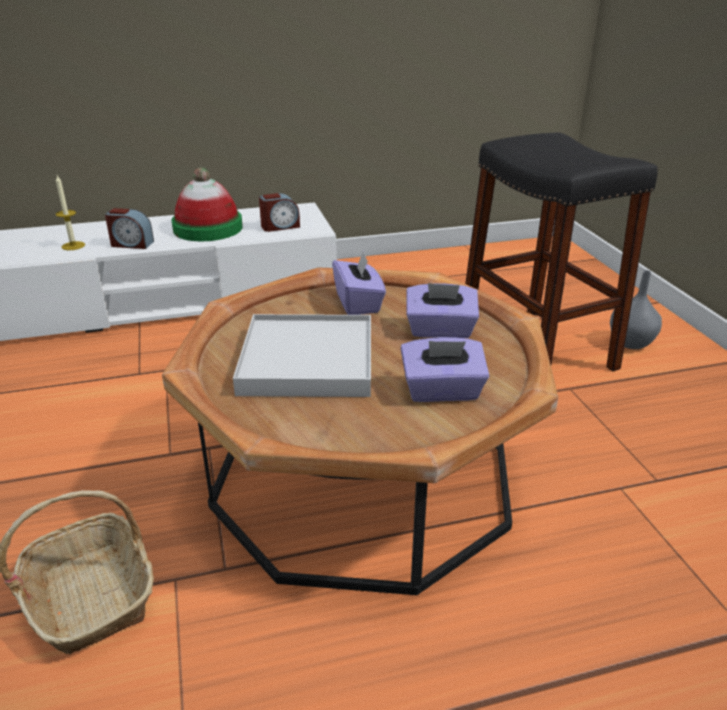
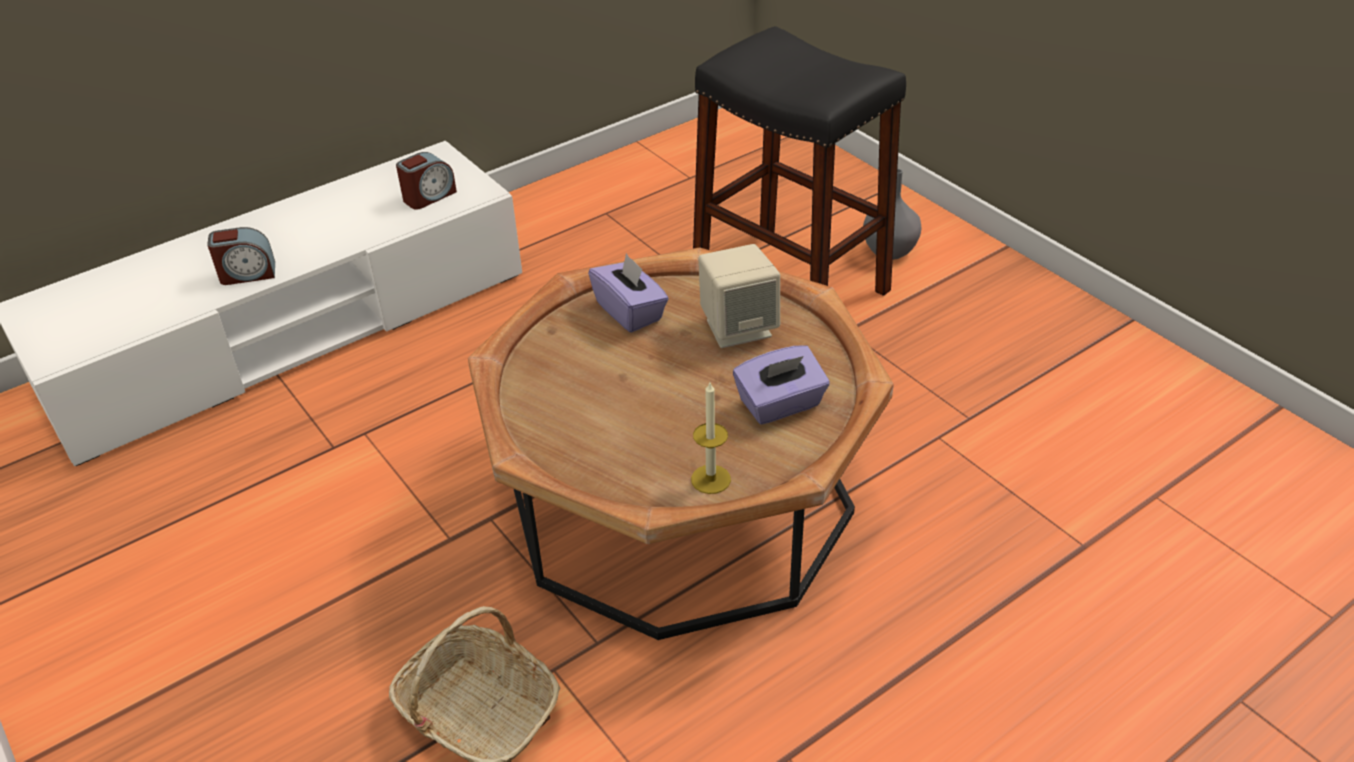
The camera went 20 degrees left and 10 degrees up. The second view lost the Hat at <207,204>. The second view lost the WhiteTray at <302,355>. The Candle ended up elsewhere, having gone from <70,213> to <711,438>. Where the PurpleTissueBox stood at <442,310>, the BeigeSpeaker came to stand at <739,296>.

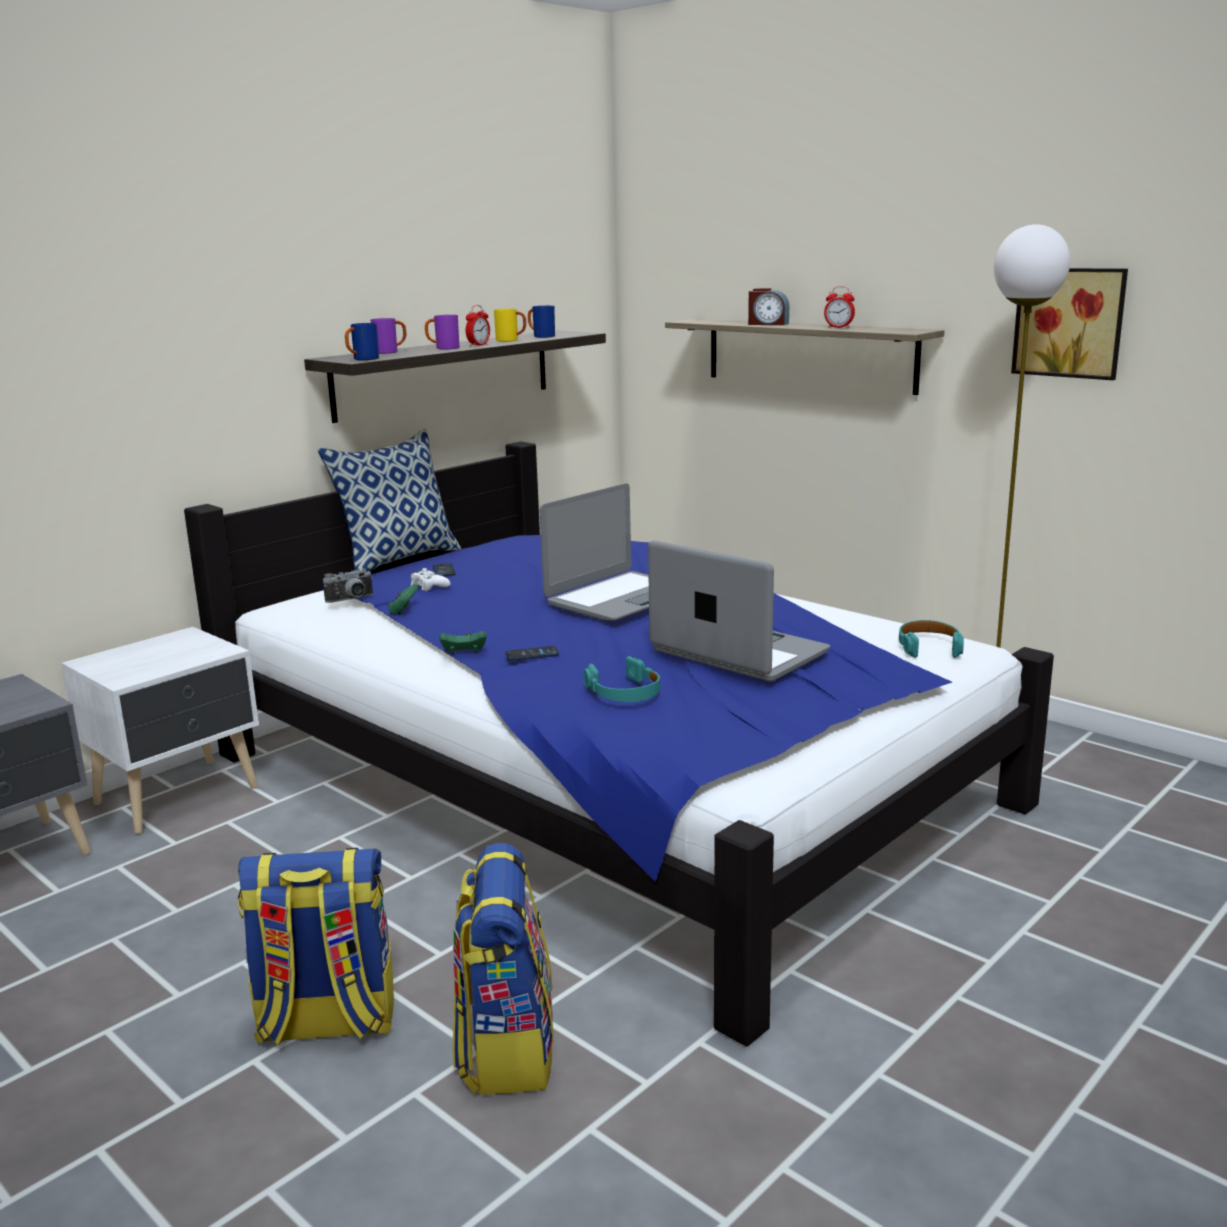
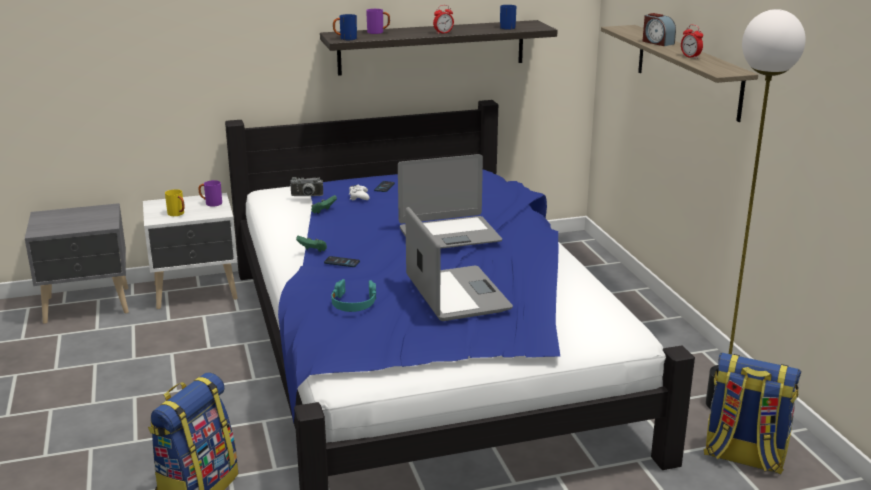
The camera went 30 degrees right and 5 degrees up. The second view lost the Pillow at <389,500>. The second view lost the TurquoiseHeadphones at <931,639>. The second view lost the Picture at <1069,324>. The Backpack ended up elsewhere, having gone from <316,946> to <752,413>. The PurpleMug ended up elsewhere, having gone from <442,332> to <210,193>. The YellowMug ended up elsewhere, having gone from <510,325> to <175,202>.

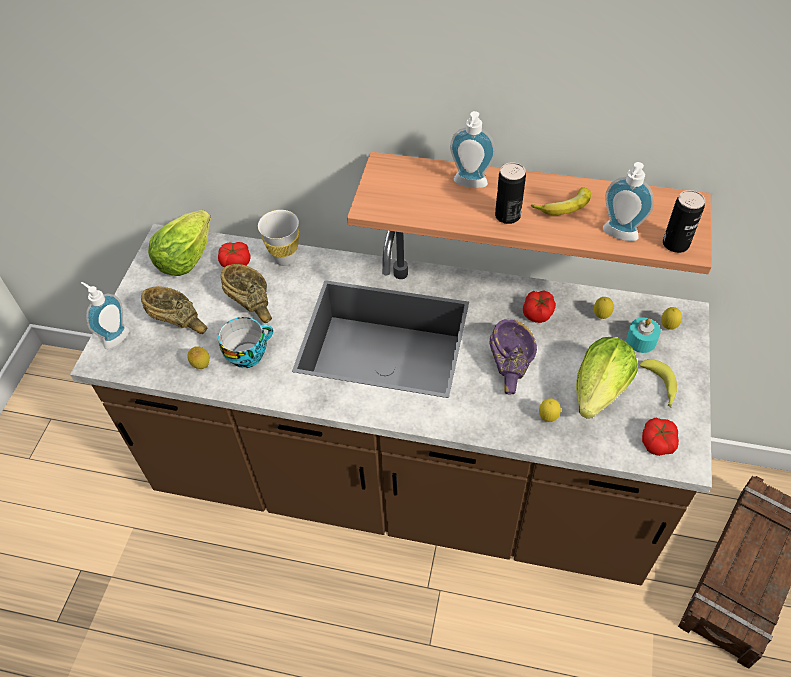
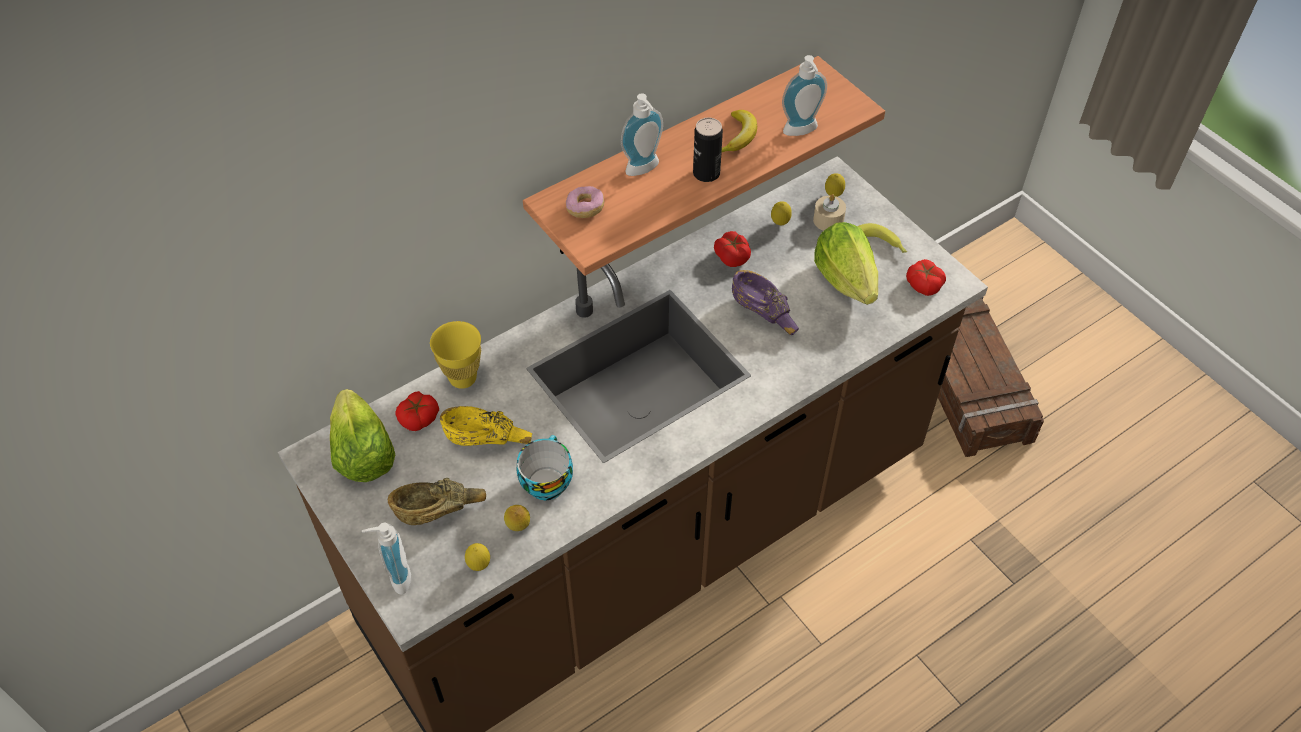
The camera went 50 degrees left and 0 degrees up. The second view lost the Can at <684,221>. The second view gained the Donut at <585,202>. The Lemon ended up elsewhere, having gone from <550,410> to <477,557>. What was the BrownBowl at <246,293> turned into the YellowBowl at <486,426>. What was the WhiteCup at <278,238> turned into the YellowCup at <455,355>. What was the TurquoiseCandle at <643,335> turned into the BeigeCandle at <829,212>.

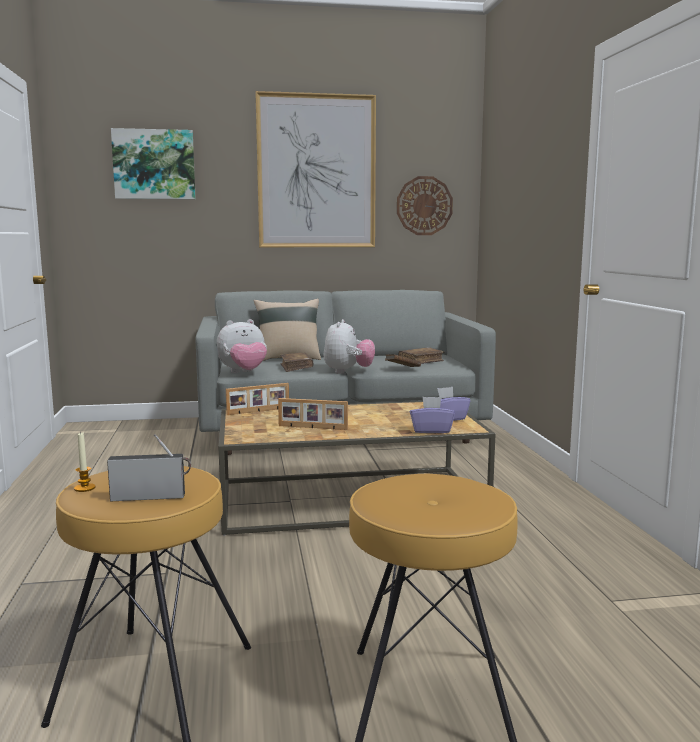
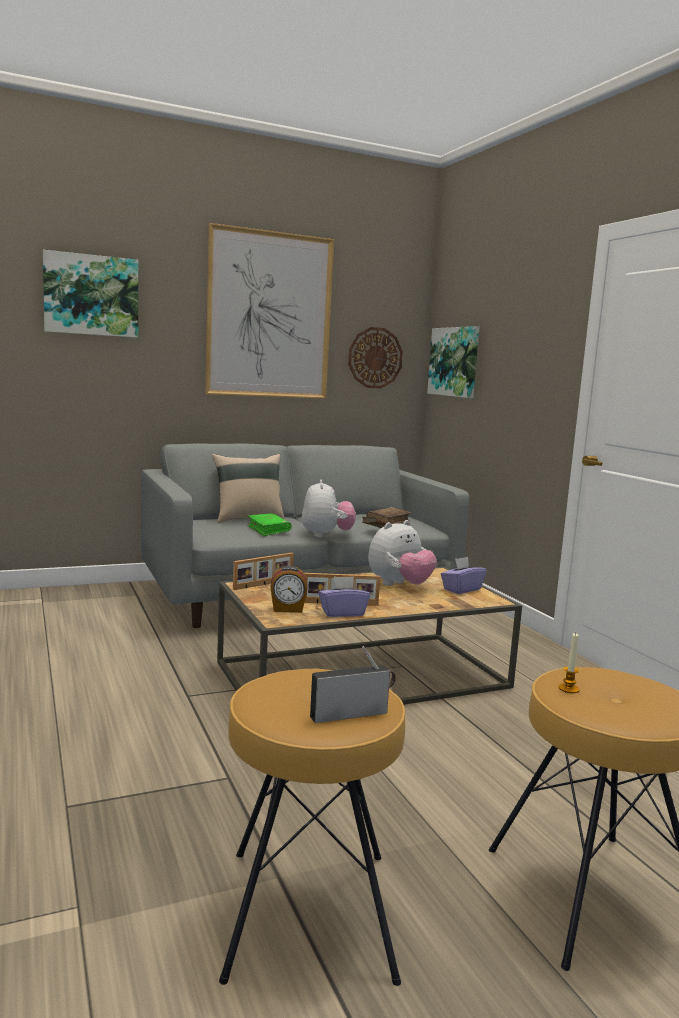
The camera went 15 degrees left and 0 degrees up. The second view gained the AlarmClock at <289,589>. The second view gained the Picture at <453,362>. The Candle ended up elsewhere, having gone from <84,461> to <569,663>. The PlushToy ended up elsewhere, having gone from <242,346> to <402,553>. The PurpleTissueBox ended up elsewhere, having gone from <432,415> to <344,596>. What was the BrownBook at <296,362> turned into the GreenBook at <269,524>.

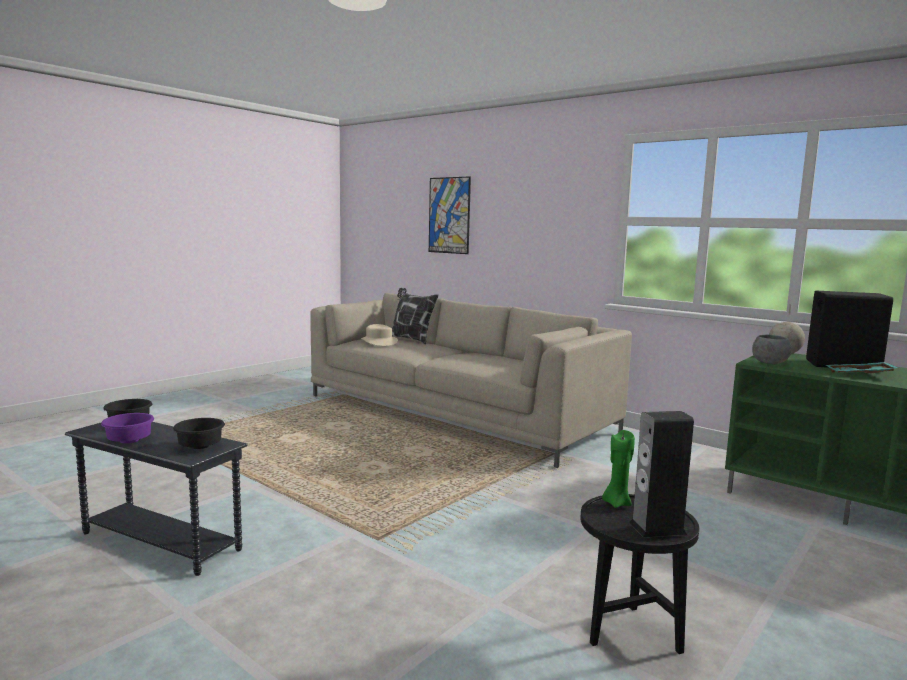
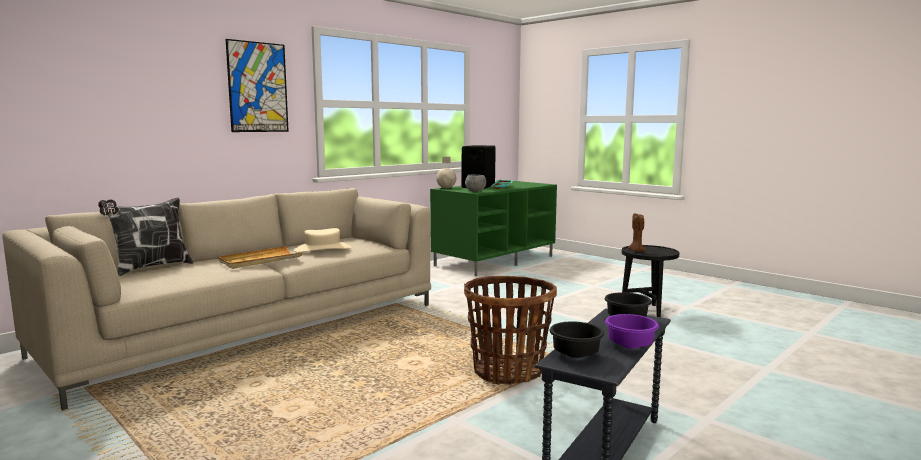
The camera went 85 degrees left and 0 degrees up. The second view lost the Speaker at <661,474>. The second view gained the BeigeTray at <260,257>. The second view gained the Basket at <510,330>. The BeigeHat ended up elsewhere, having gone from <379,335> to <322,240>. The Picture ended up elsewhere, having gone from <450,215> to <257,85>. What was the GreenCandle at <618,469> turned into the BrownCandle at <637,232>.

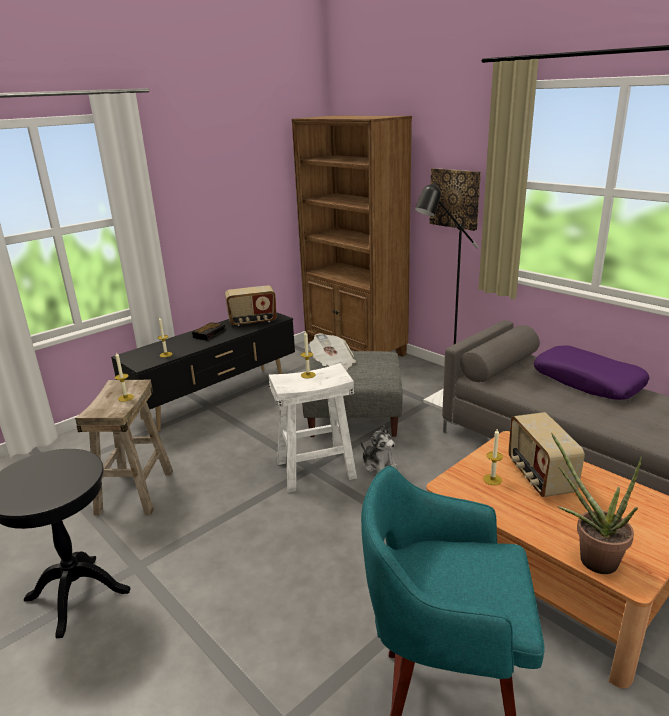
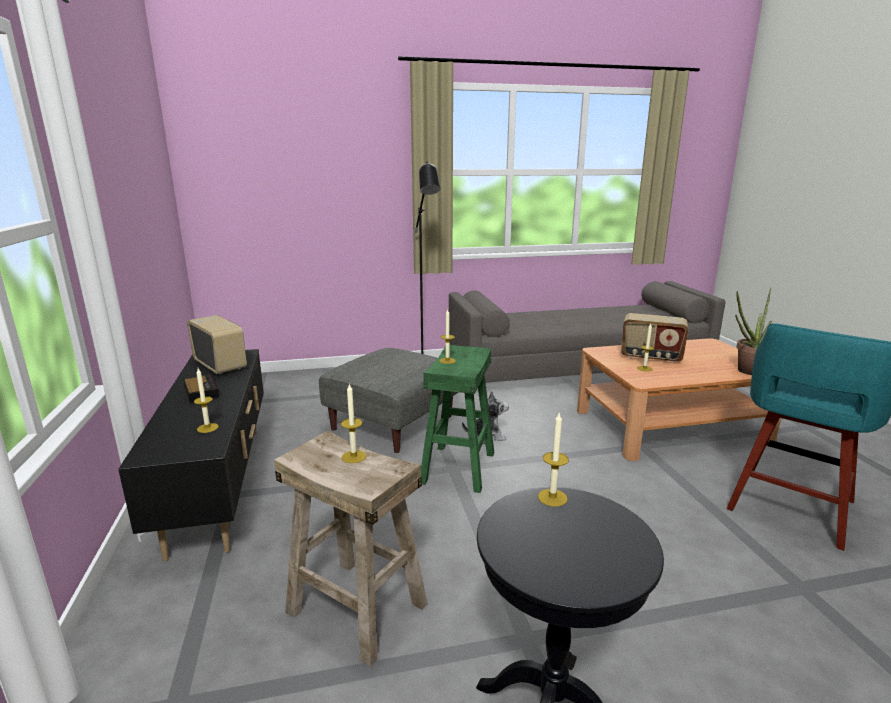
The camera went 60 degrees left and 5 degrees down. The second view lost the BrownBookcase at <352,236>. The second view lost the Newspaper at <332,352>. The second view lost the Picture at <455,199>. The second view lost the PurplePillow at <591,373>. The second view gained the Candle at <553,460>. What was the WhiteStool at <313,428> turned into the GreenStool at <458,419>. The Radio at <251,305> ended up facing another way, 60 degrees counterclockwise from before.

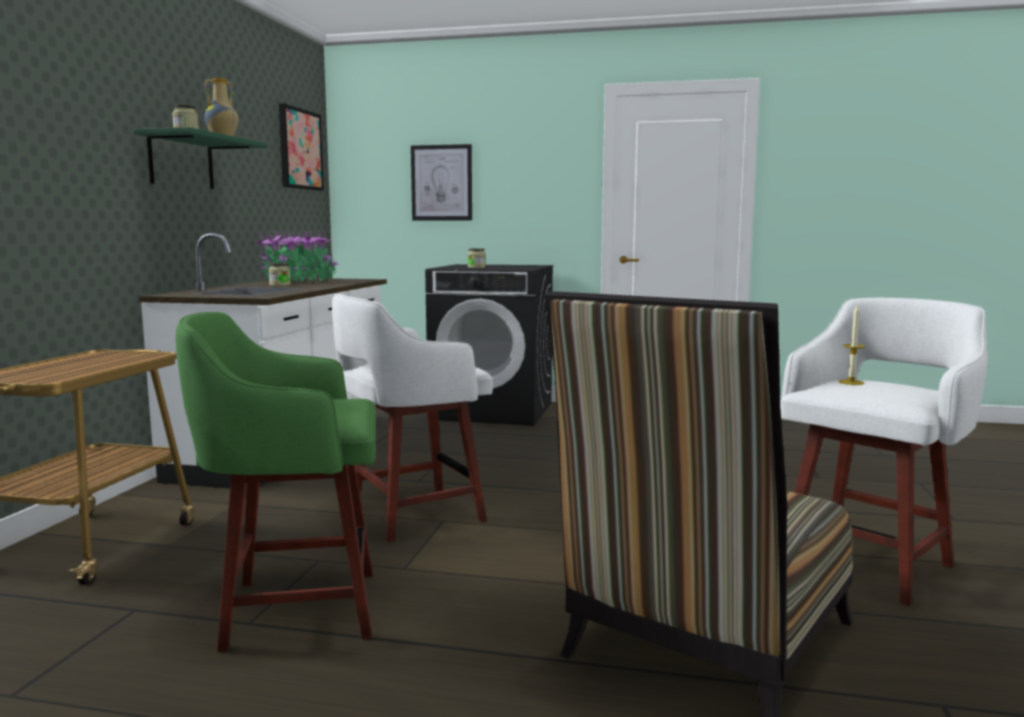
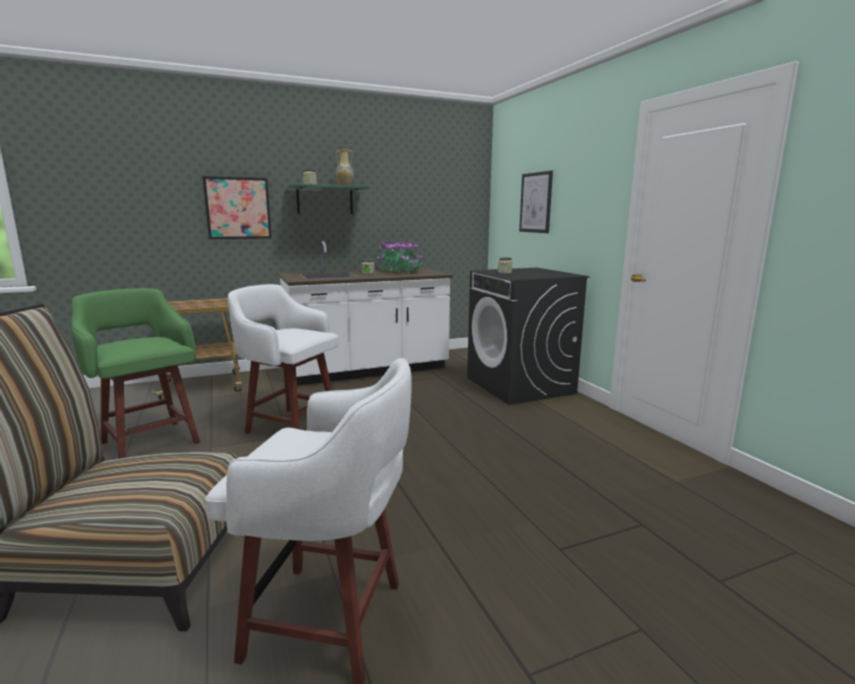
The camera went 55 degrees right and 5 degrees up. The second view lost the Candle at <851,345>. The Picture ended up elsewhere, having gone from <301,147> to <237,207>.

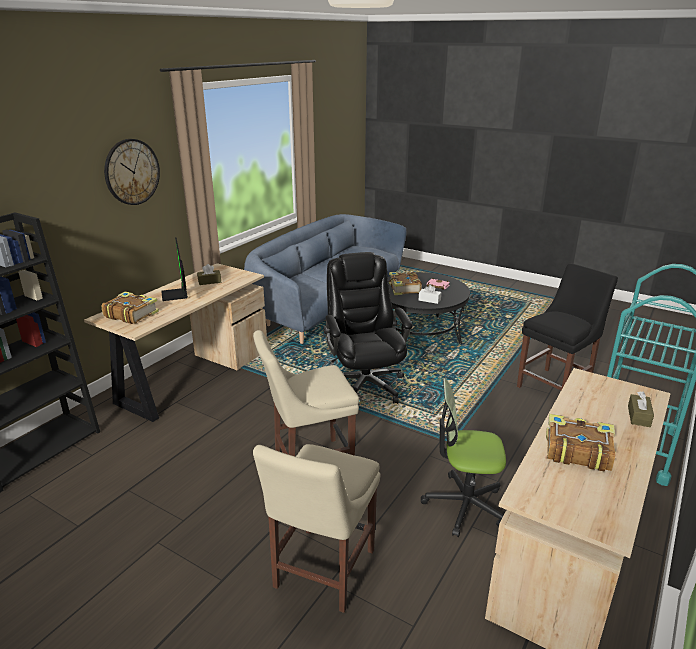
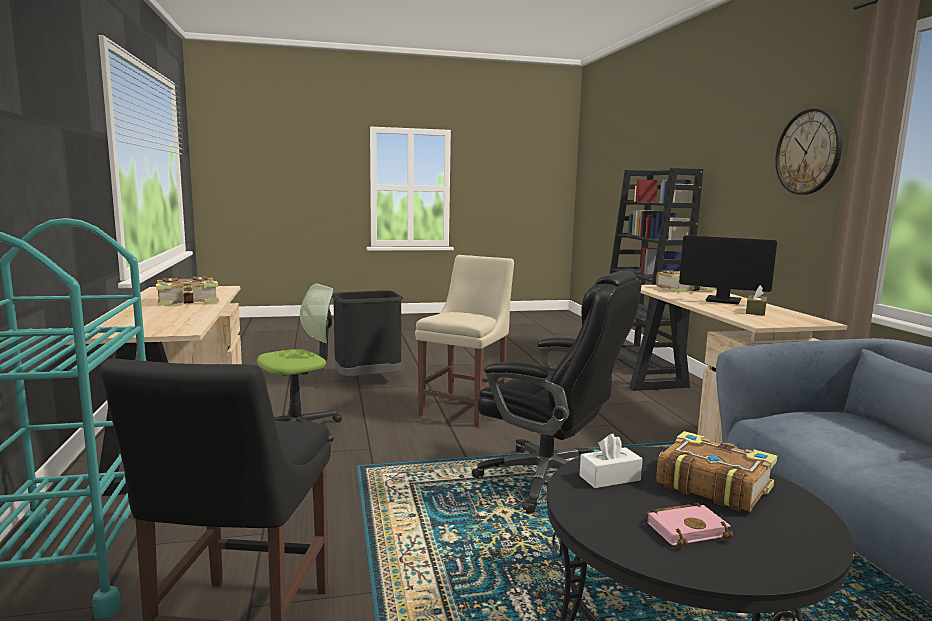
The camera went 135 degrees right and 15 degrees down. The second view lost the BrownTissueBox at <641,409>. Where the BeigeChair stood at <317,528>, the BlackTrashCan came to stand at <367,333>.

